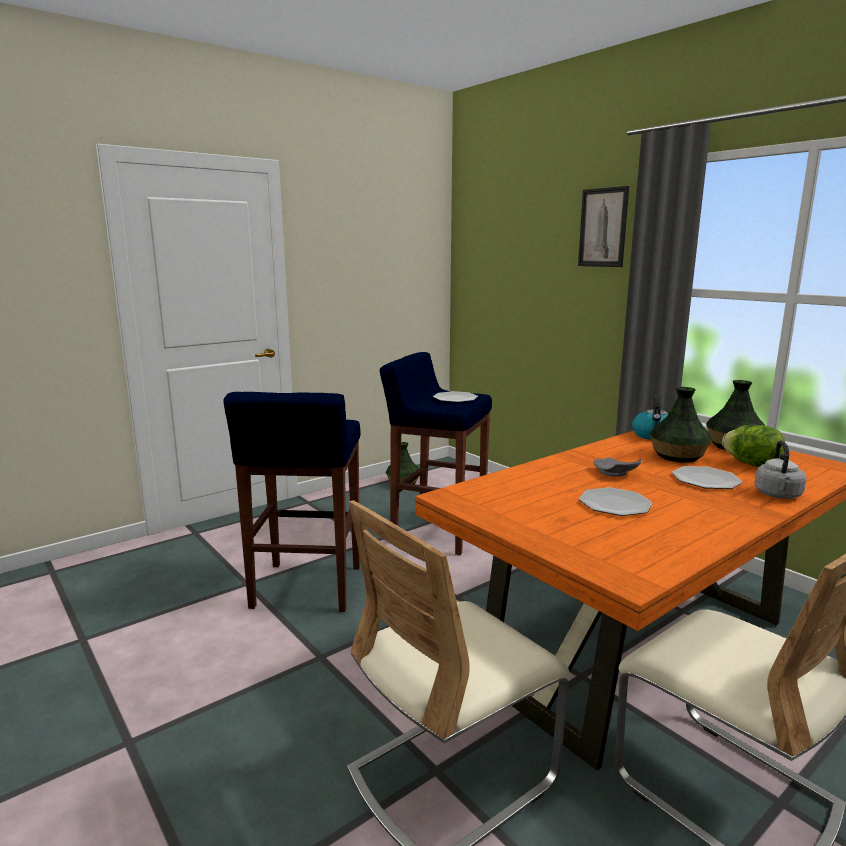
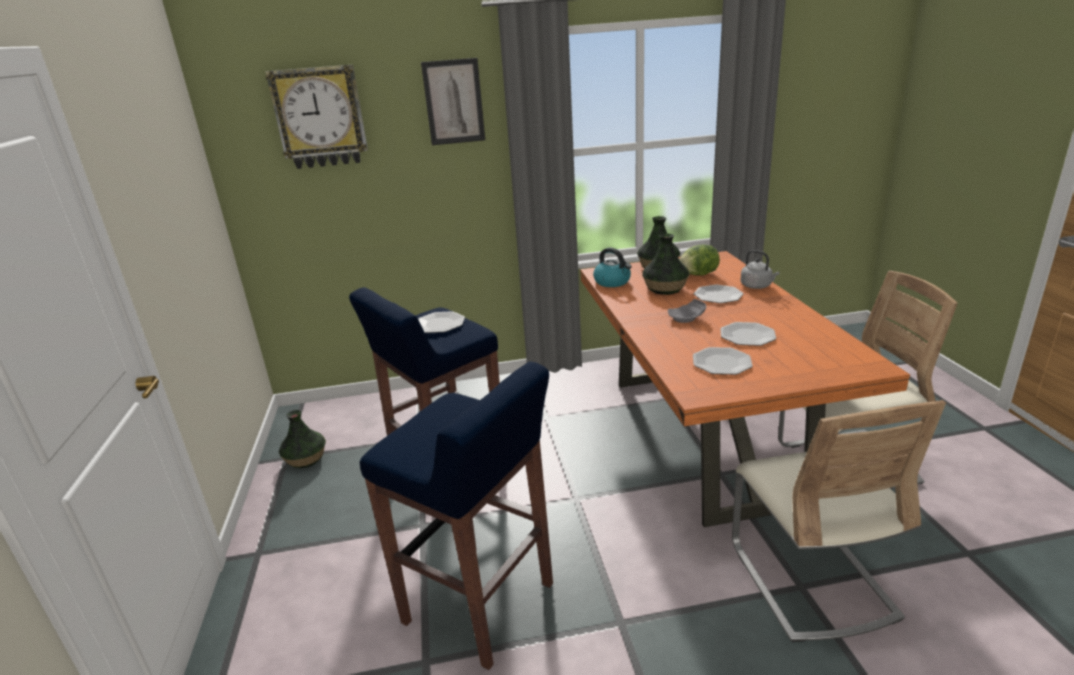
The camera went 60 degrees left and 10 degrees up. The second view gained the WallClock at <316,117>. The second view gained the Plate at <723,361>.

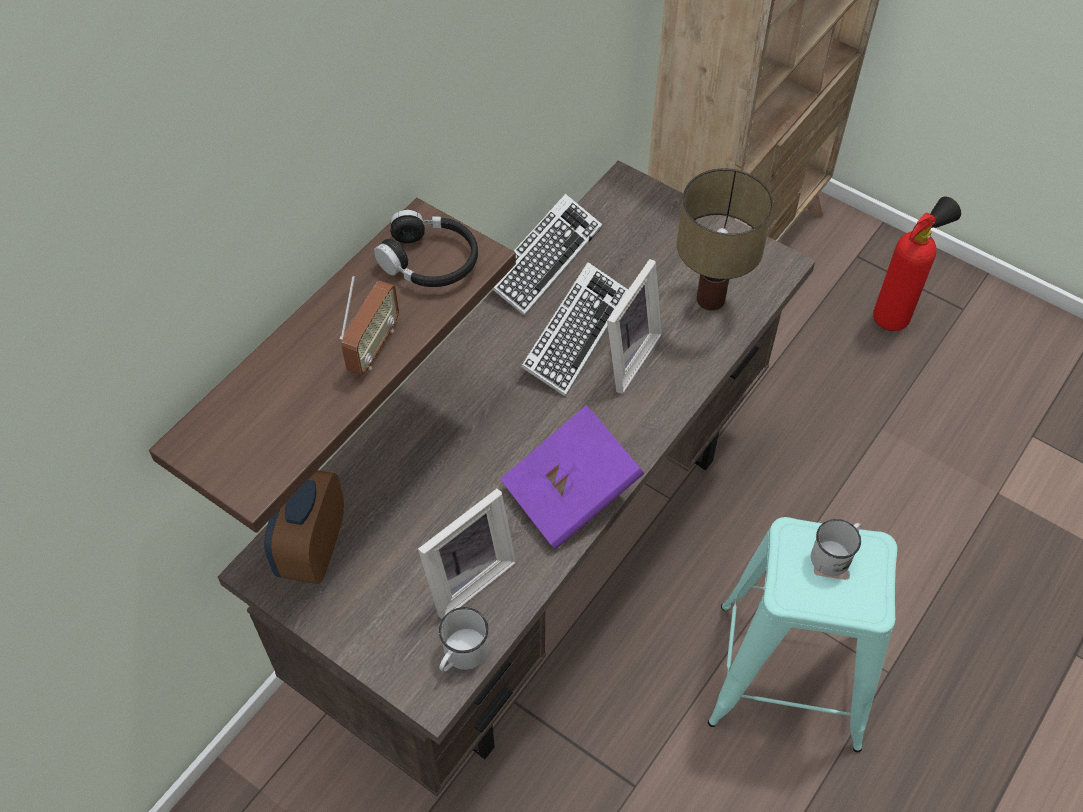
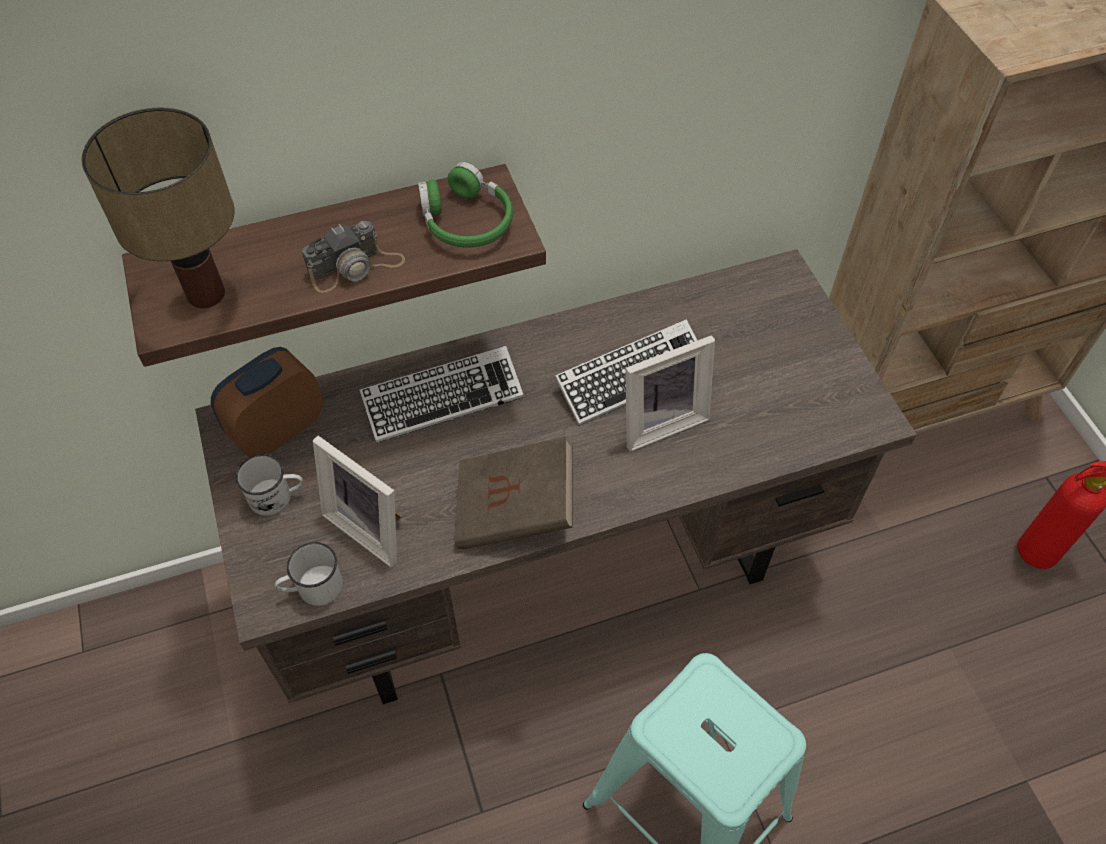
The camera went 35 degrees right and 0 degrees up. The Keyboard ended up elsewhere, having gone from <547,255> to <441,394>. The TableLamp ended up elsewhere, having gone from <725,239> to <158,208>. The WhiteMug ended up elsewhere, having gone from <836,547> to <269,485>. Where the Radio stood at <369,325>, the PhotoCamera came to stand at <353,257>. What was the BlackHeadphones at <426,248> turned into the GreenHeadphones at <465,205>. What was the PurpleBook at <572,477> turned into the BrownBook at <513,492>. The PictureFrame at <467,553> ended up facing another way, 45 degrees clockwise from before.

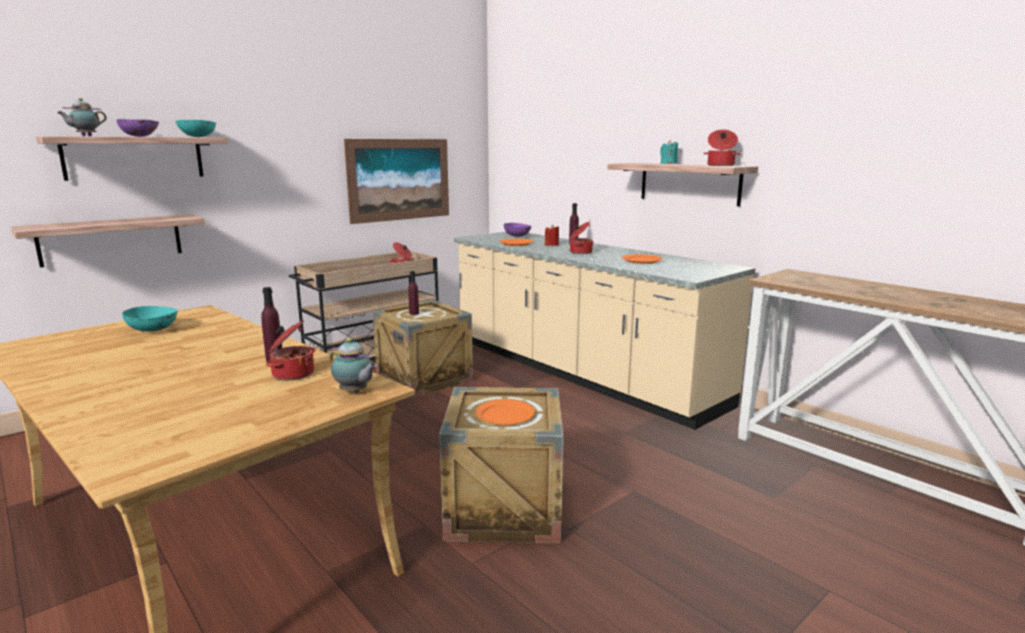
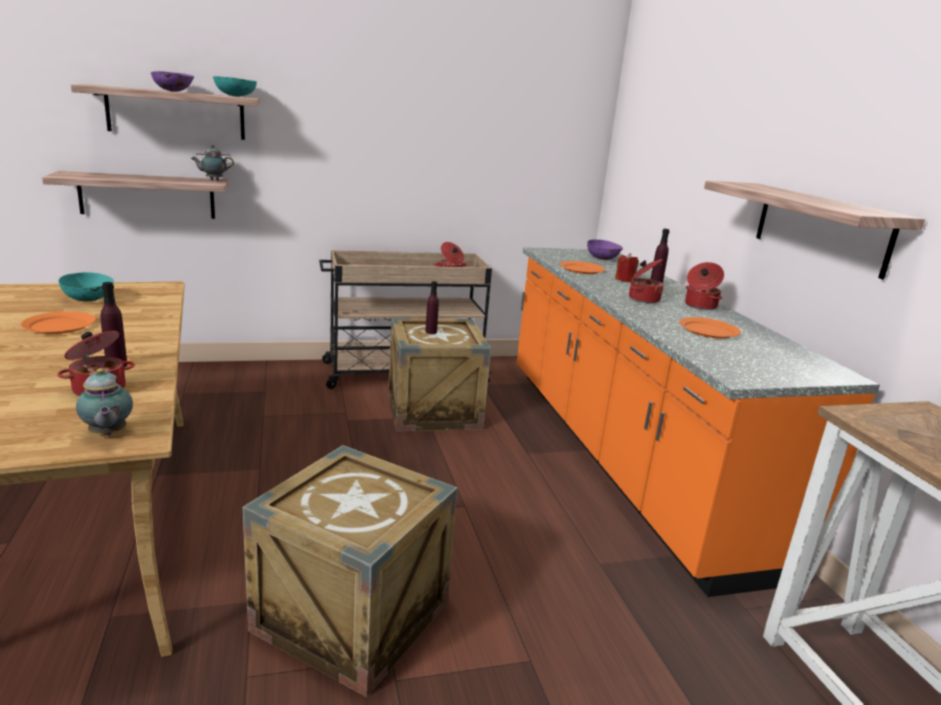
The camera went 25 degrees right and 5 degrees up. The second view lost the Picture at <396,181>. The second view lost the TurquoiseCandle at <669,152>. The Teapot ended up elsewhere, having gone from <82,117> to <212,162>. The OrangePlate ended up elsewhere, having gone from <505,412> to <58,322>. The CookingPot ended up elsewhere, having gone from <722,148> to <704,286>. What was the BeigeCounter at <604,331> turned into the OrangeCounter at <698,422>.

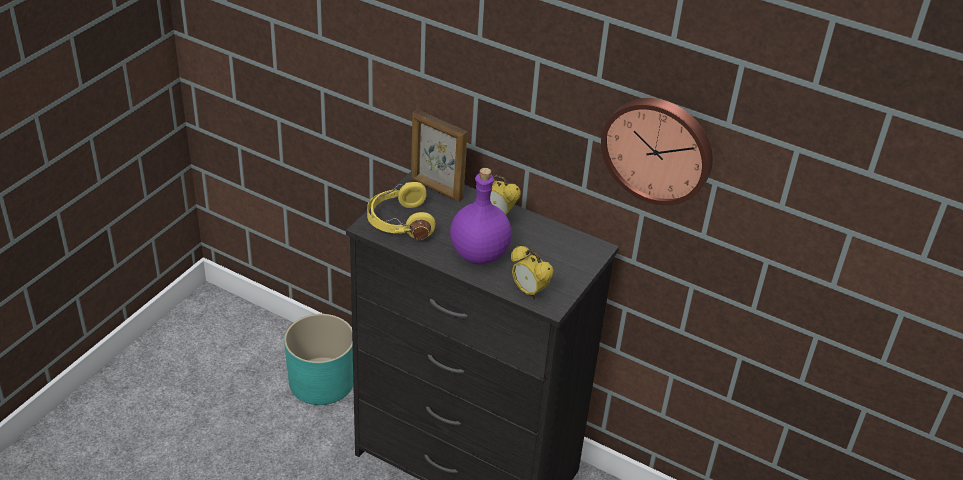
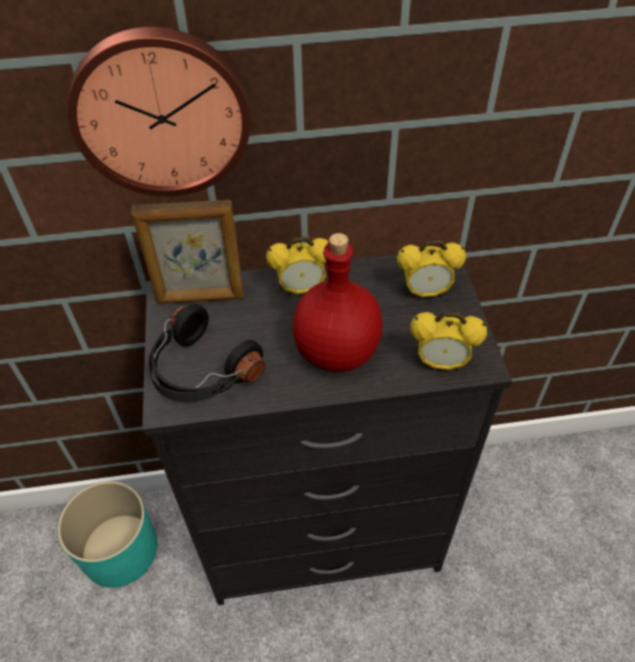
The camera went 35 degrees left and 10 degrees up. The second view gained the AlarmClock at <431,269>. The WallClock ended up elsewhere, having gone from <657,151> to <159,111>. What was the YellowHeadphones at <401,210> turned into the BlackHeadphones at <206,353>. What was the PurpleBottle at <481,216> turned into the RedBottle at <338,302>.

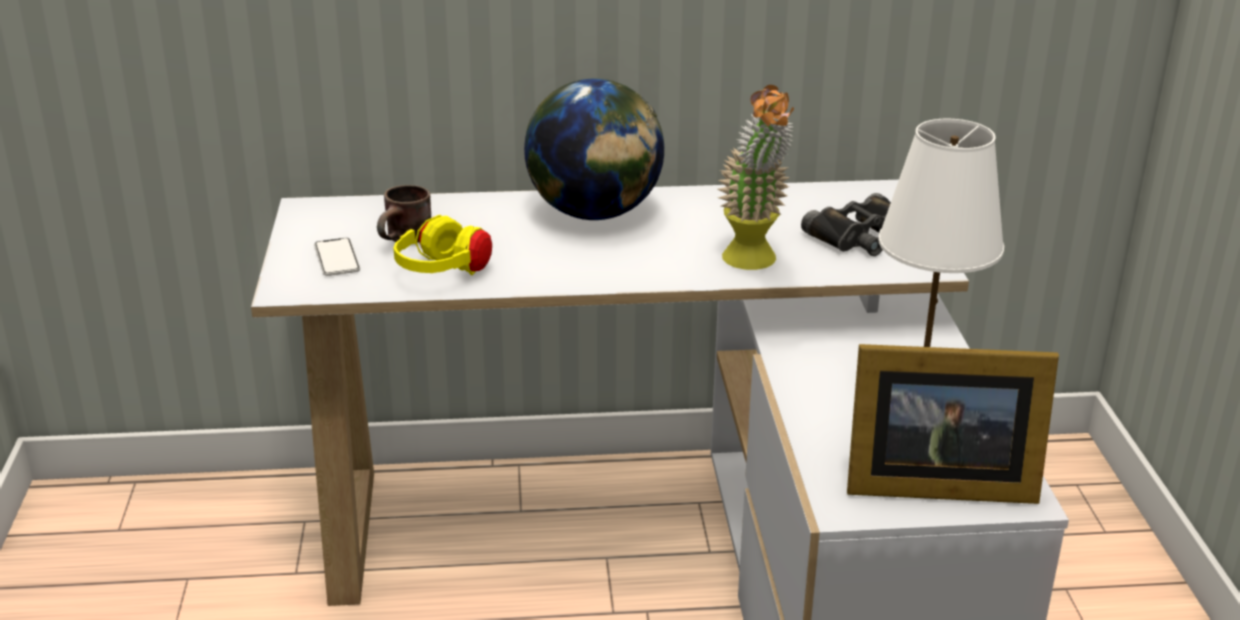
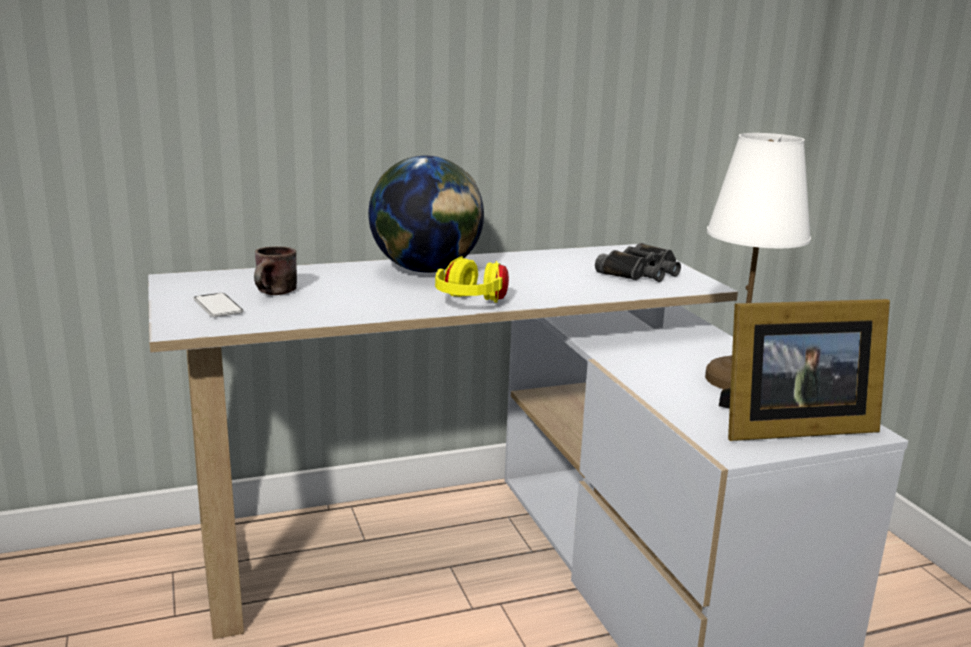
The camera went 15 degrees left and 10 degrees down. The second view lost the PottedPlant at <756,177>. The YellowHeadphones ended up elsewhere, having gone from <442,245> to <472,279>.

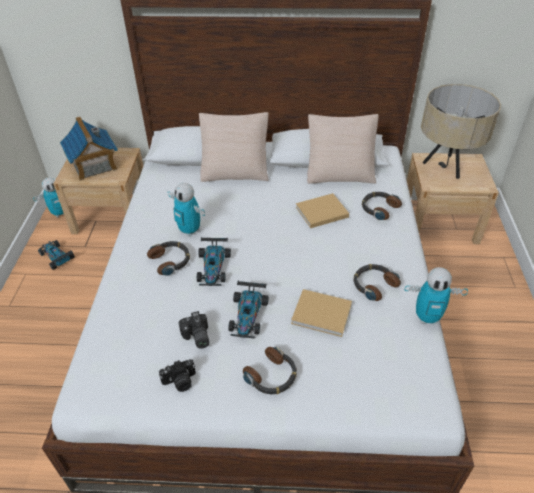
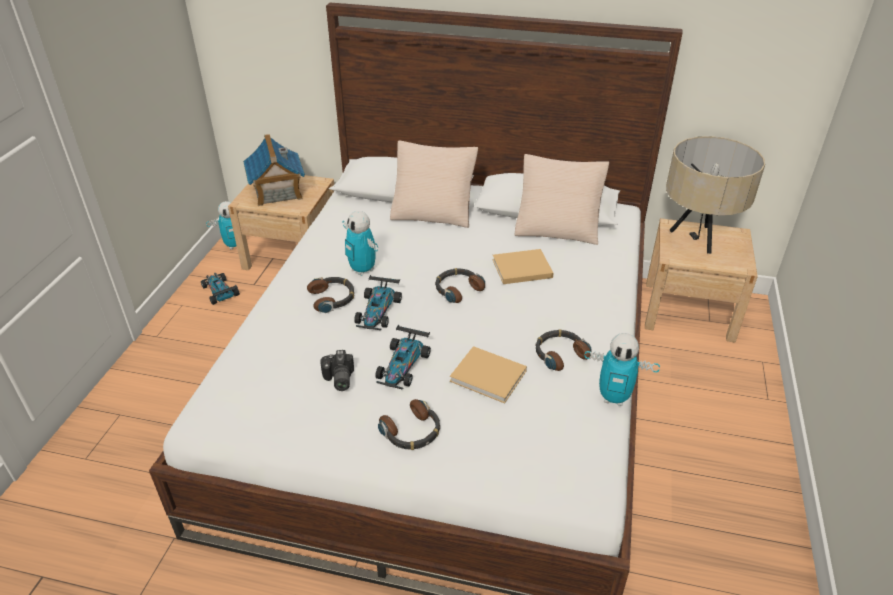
The camera went 10 degrees right and 5 degrees down. The second view lost the PhotoCamera at <177,375>. The Headphones ended up elsewhere, having gone from <382,206> to <460,285>.

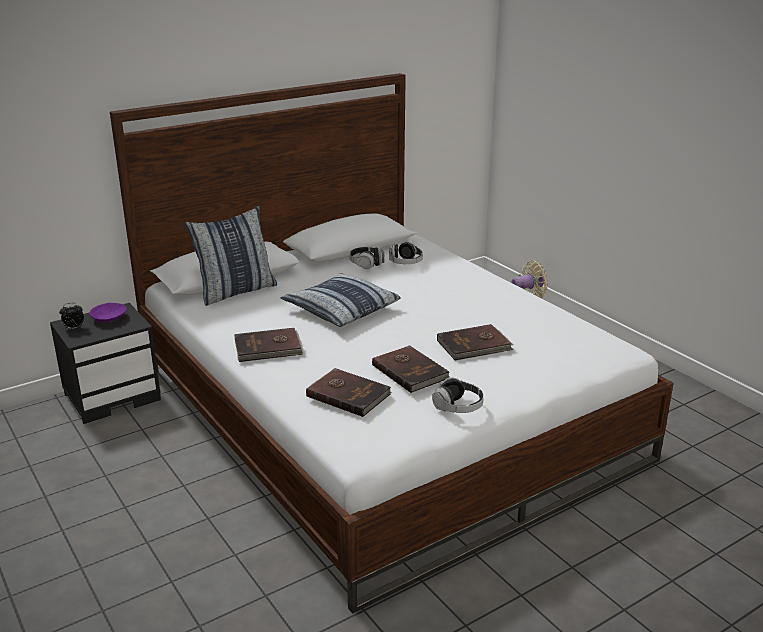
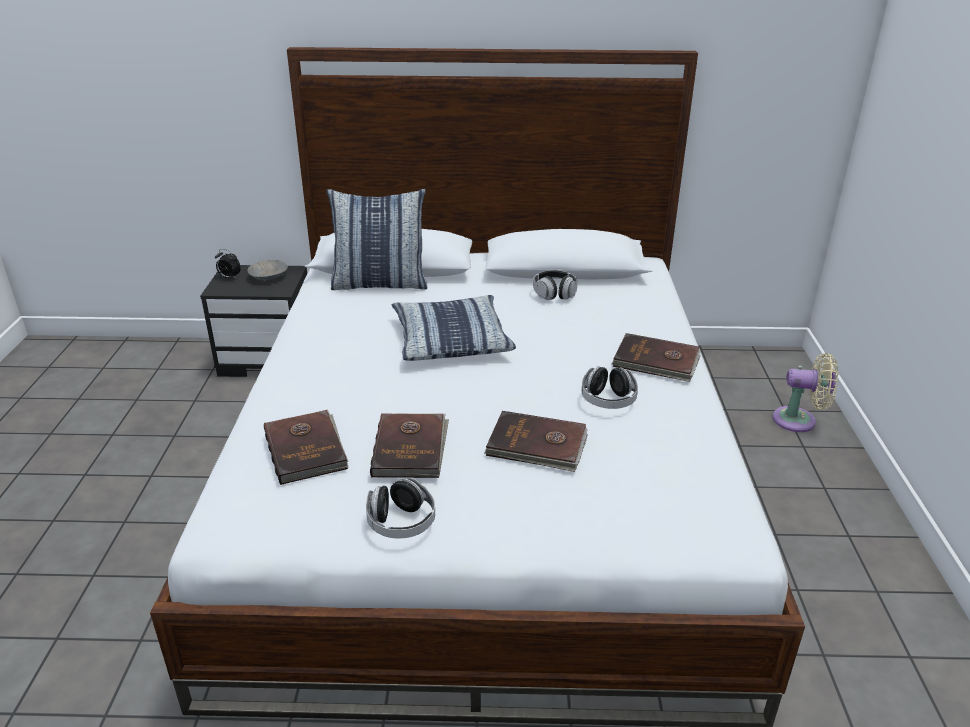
The camera went 35 degrees right and 5 degrees up. The BrownBook ended up elsewhere, having gone from <268,345> to <656,357>. The Headphones ended up elsewhere, having gone from <406,253> to <609,387>. What was the PurpleBowl at <108,313> turned into the GreyBowl at <268,270>.

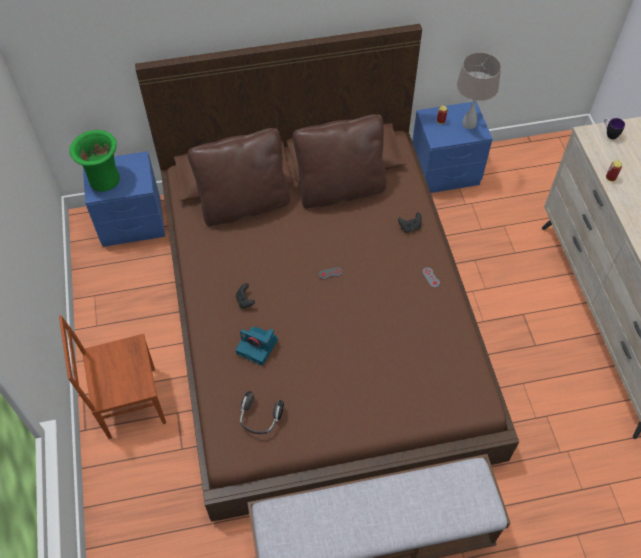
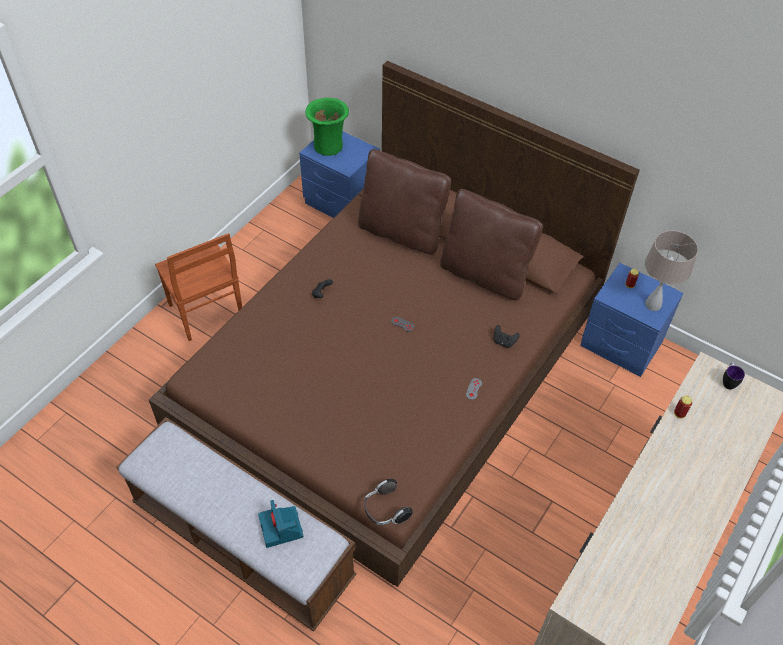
The camera went 45 degrees right and 5 degrees down. The PhotoCamera ended up elsewhere, having gone from <257,346> to <280,524>. The Headphones ended up elsewhere, having gone from <262,412> to <388,502>. The BrownChair at <112,377> ended up facing another way, 150 degrees counterclockwise from before.

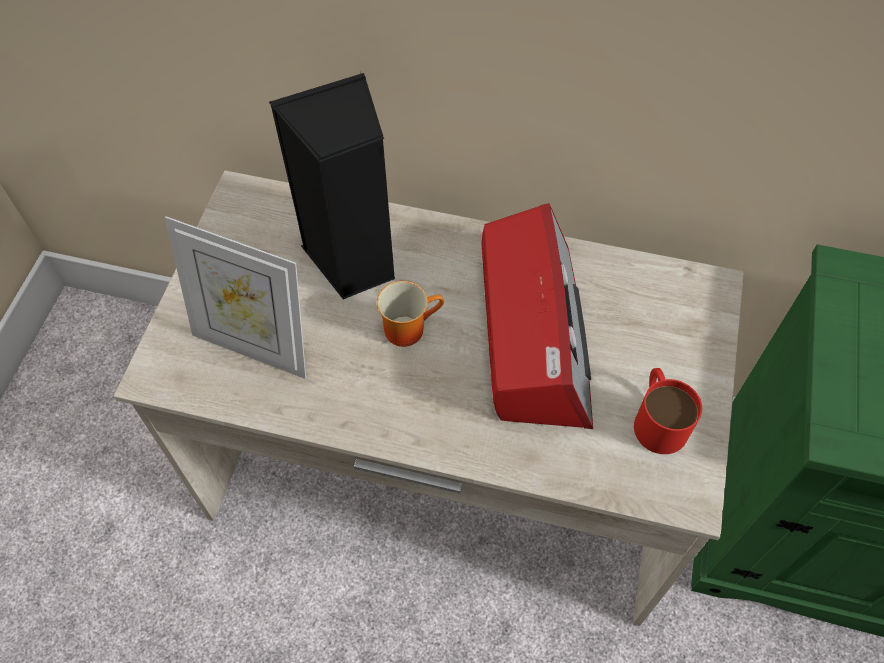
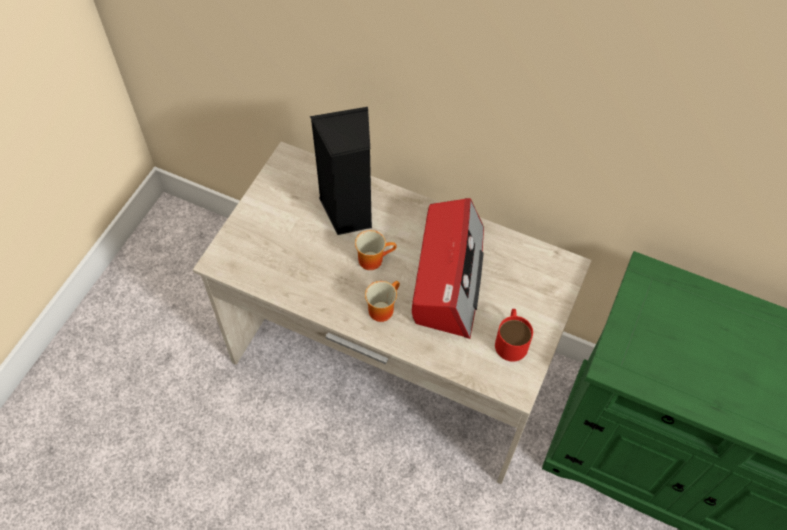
The camera went 10 degrees right and 0 degrees up. The second view lost the PictureFrame at <235,297>. The second view gained the Mug at <382,301>.

